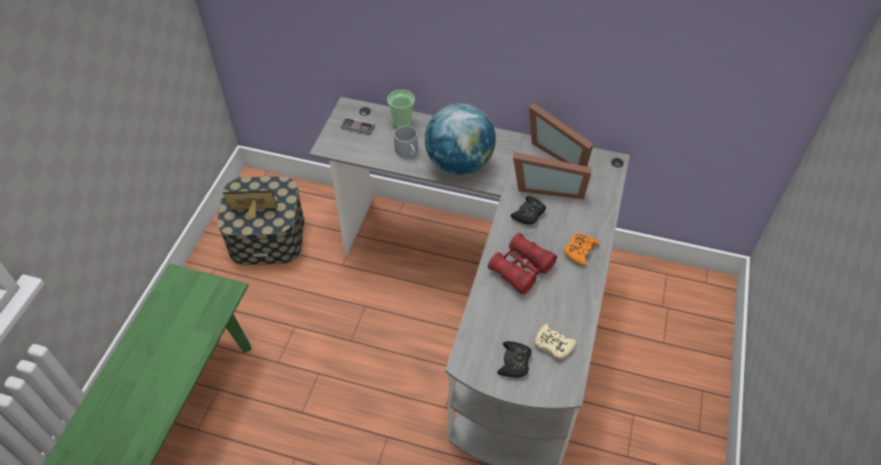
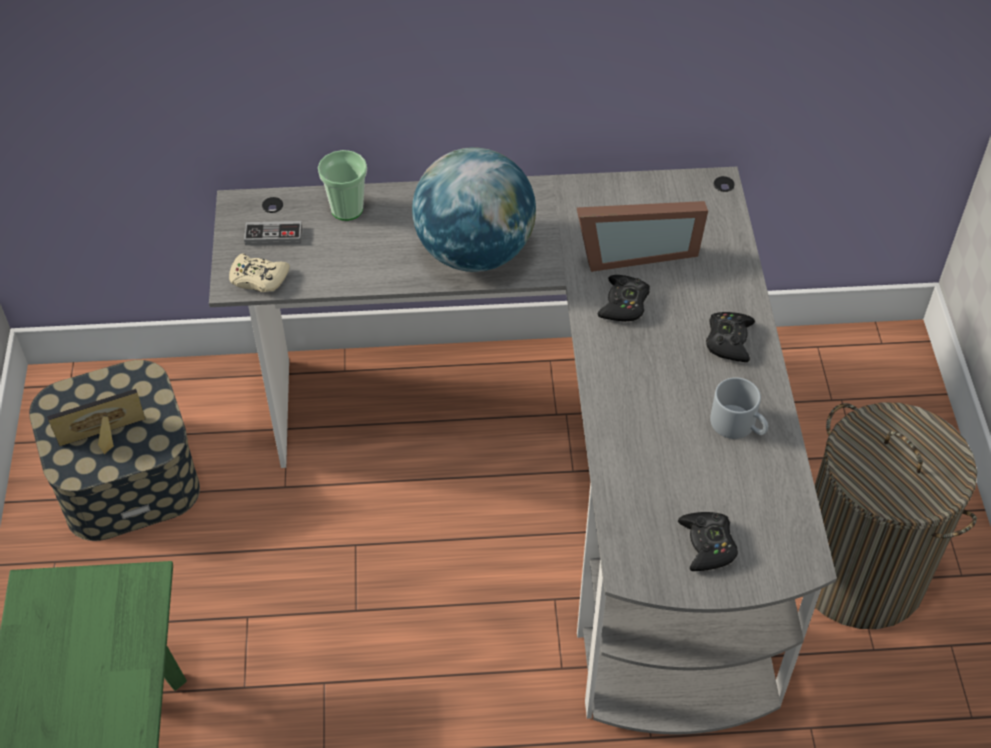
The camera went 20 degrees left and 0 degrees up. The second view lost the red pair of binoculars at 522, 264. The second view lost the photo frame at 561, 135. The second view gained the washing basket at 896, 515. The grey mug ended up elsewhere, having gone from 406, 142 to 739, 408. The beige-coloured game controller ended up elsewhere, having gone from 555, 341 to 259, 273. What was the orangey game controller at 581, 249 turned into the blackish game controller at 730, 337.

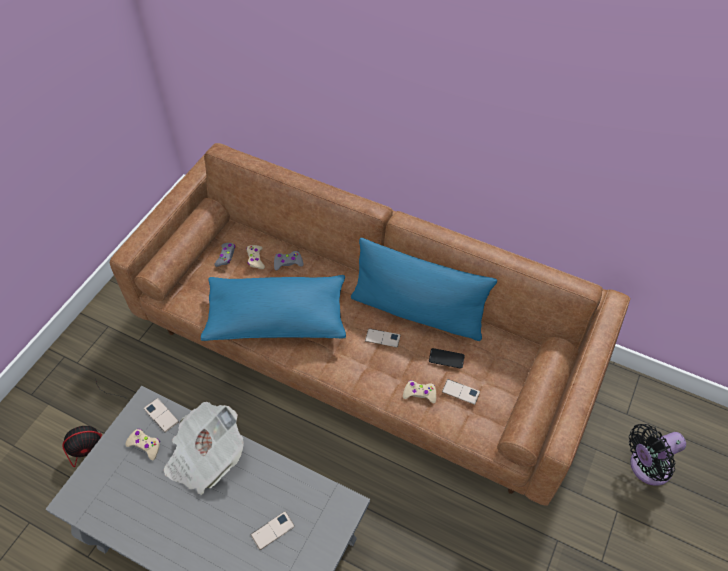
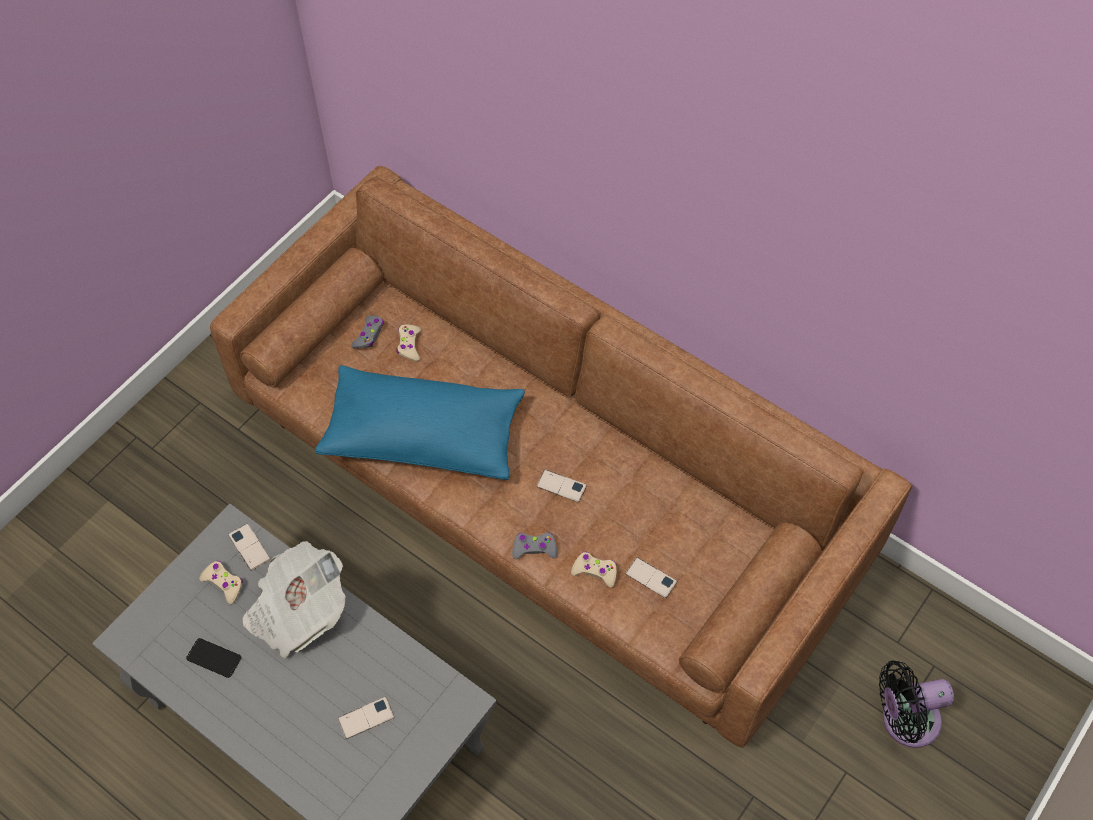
The camera went 10 degrees right and 5 degrees up. The second view lost the electric fan at 96, 422. The second view lost the blue throw pillow at 424, 289. The grey game controller ended up elsewhere, having gone from 288, 260 to 534, 546. The phone ended up elsewhere, having gone from 447, 358 to 213, 658.

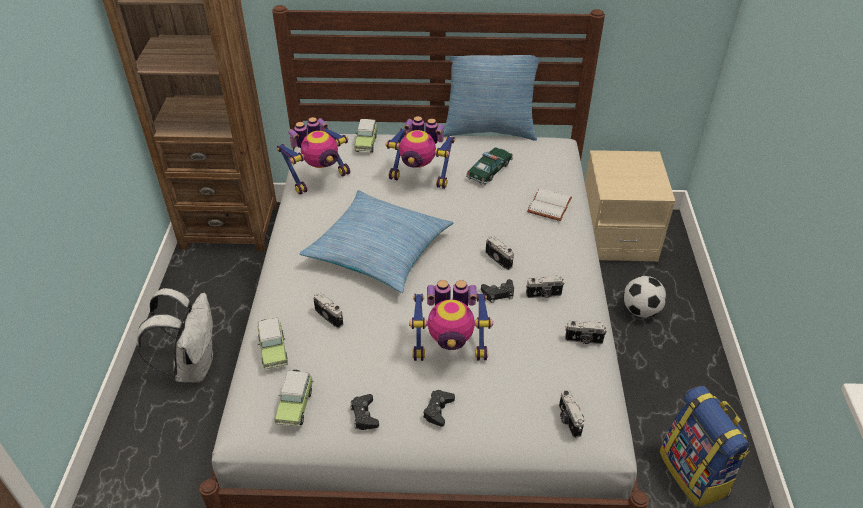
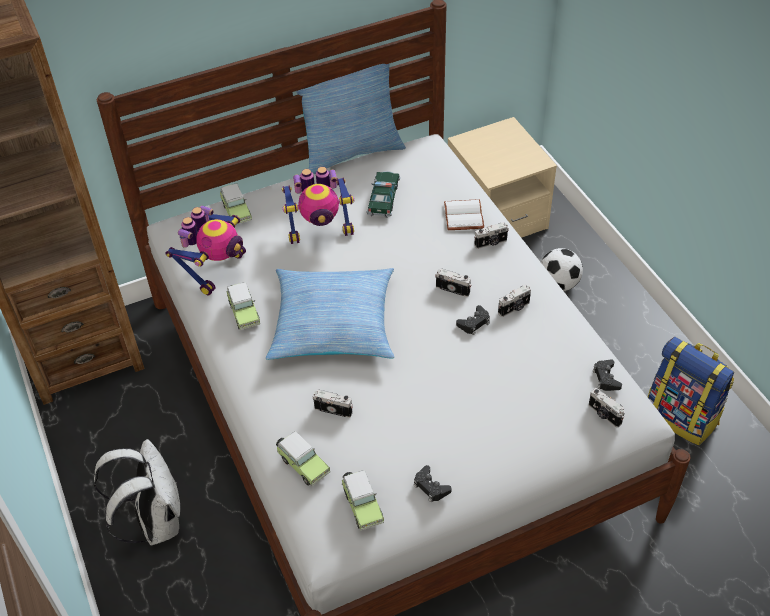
The camera went 25 degrees left and 5 degrees up. The second view lost the robot figure at 451, 320. The second view gained the toy car at 243, 306. The blackish game controller ended up elsewhere, having gone from 439, 408 to 607, 375. The still camera ended up elsewhere, having gone from 586, 332 to 491, 235.

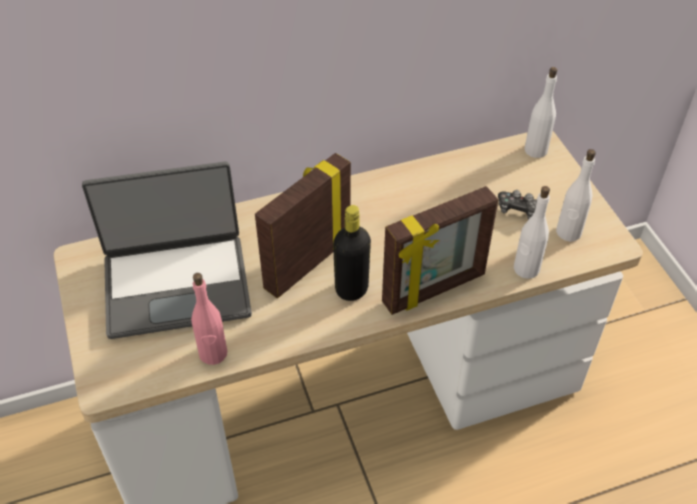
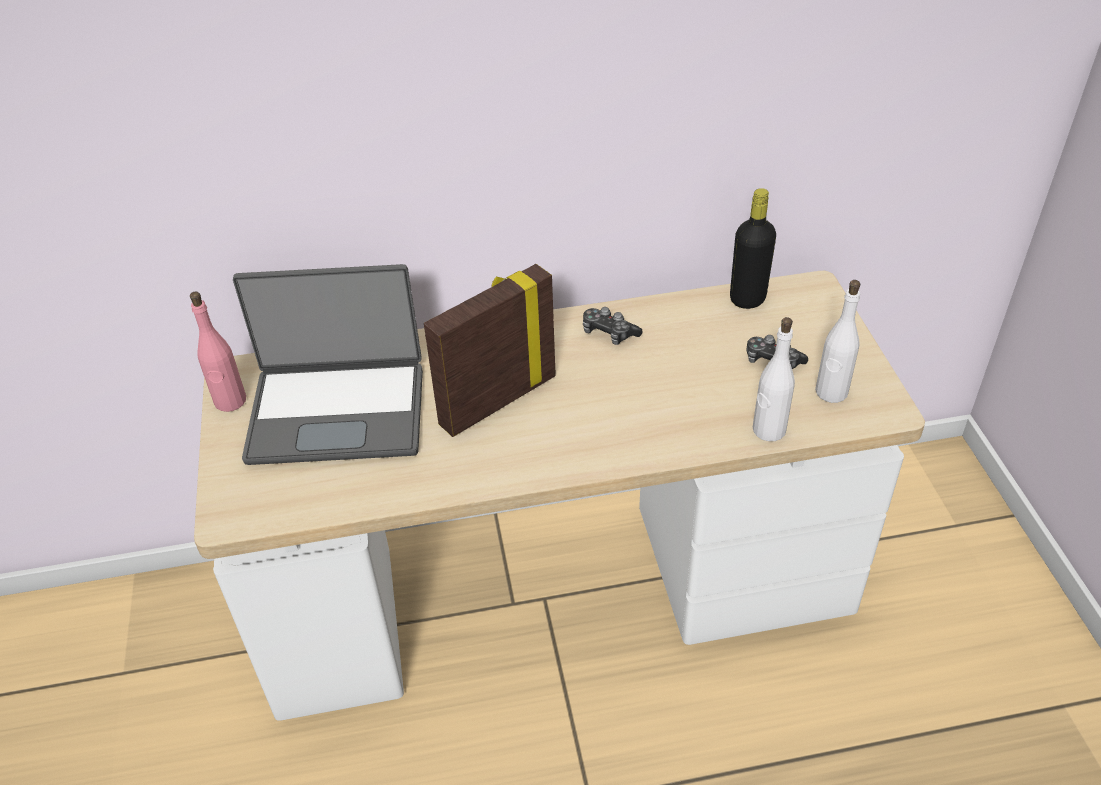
The camera went 10 degrees right and 5 degrees down. The second view lost the photo frame at 440, 250. The second view lost the whitish bottle at 540, 112. The second view gained the game controller at 613, 326. The pink-coloured bottle ended up elsewhere, having gone from 209, 319 to 218, 352. The blackish bottle ended up elsewhere, having gone from 352, 253 to 753, 248.

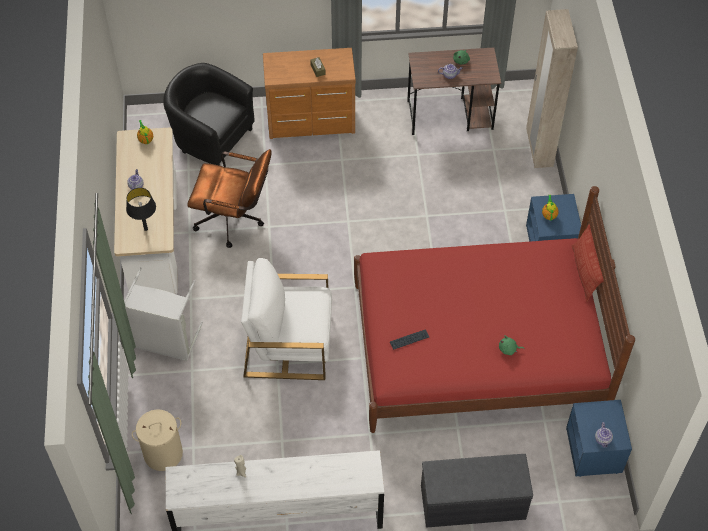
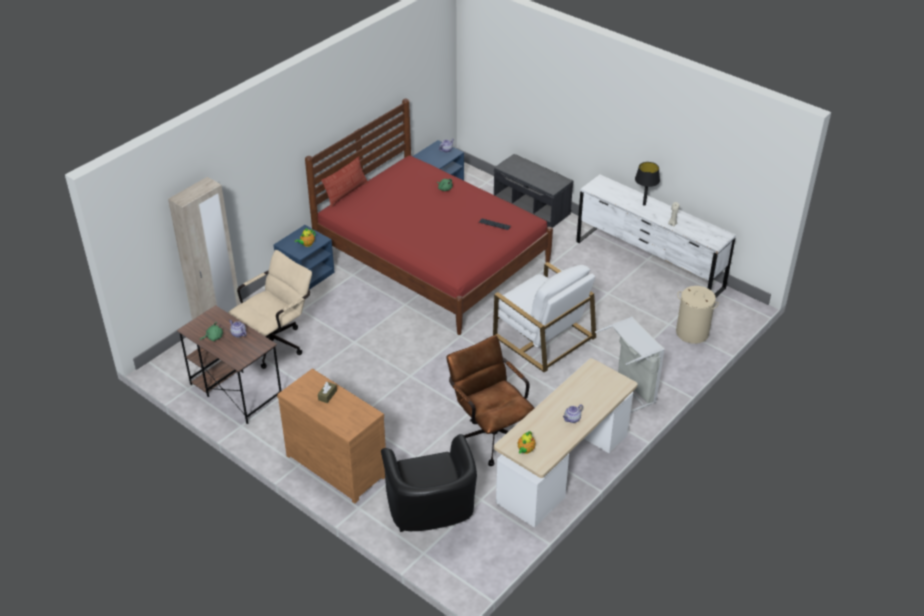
The camera went 135 degrees left and 15 degrees down. The second view gained the beige-coloured computer chair at 270, 309. The blackish lamp for a table ended up elsewhere, having gone from 141, 209 to 647, 184.

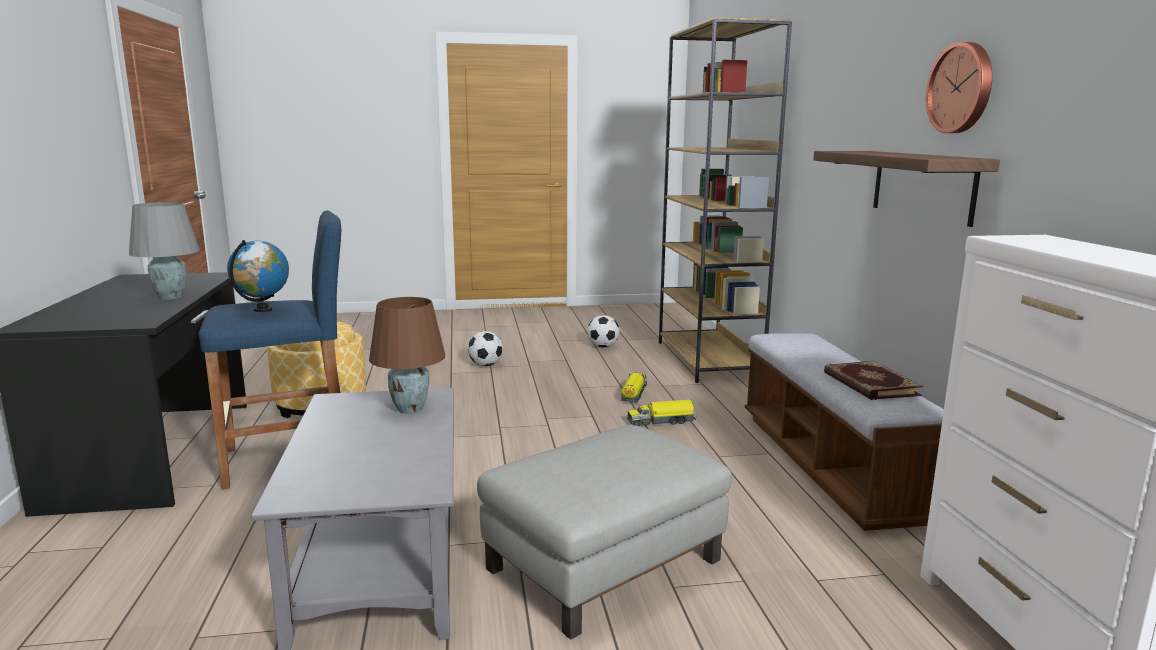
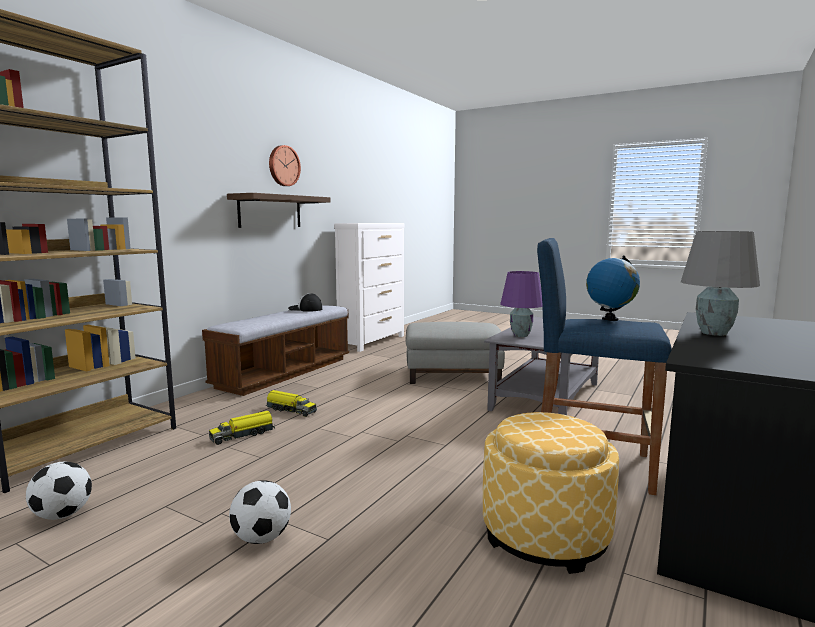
The camera went 140 degrees left and 5 degrees down. Where the bound book stood at 873, 380, the peaked cap came to stand at 305, 302. What was the brown lamp for a table at 407, 355 turned into the purplish lamp for a table at 521, 304.

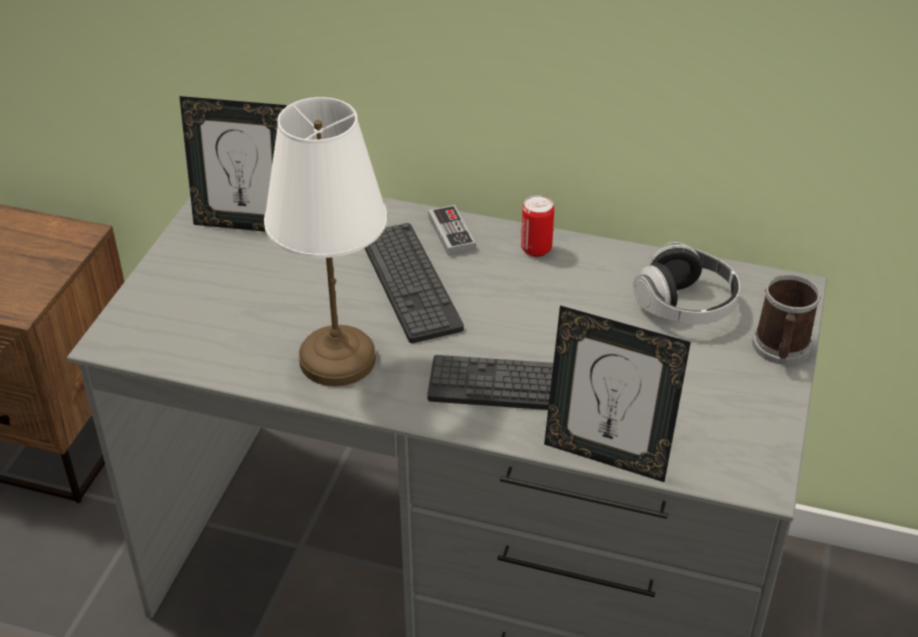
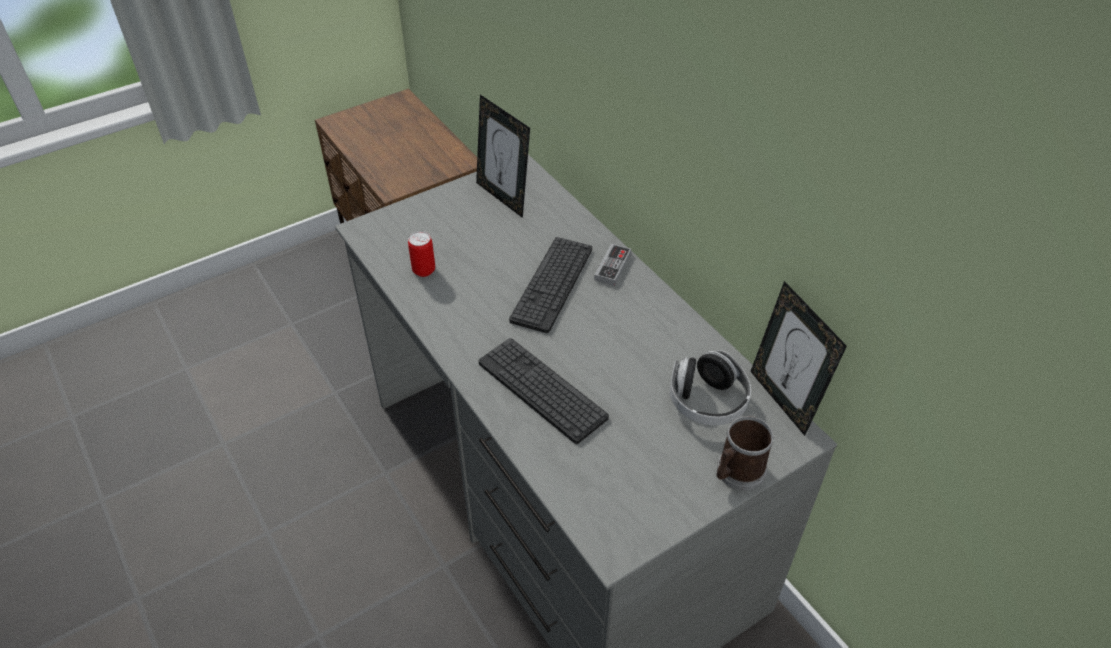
The camera went 40 degrees right and 5 degrees up. The second view lost the whitish lamp for a table at 325, 241. The sealed can ended up elsewhere, having gone from 537, 226 to 421, 254. The photo frame ended up elsewhere, having gone from 617, 394 to 798, 358.

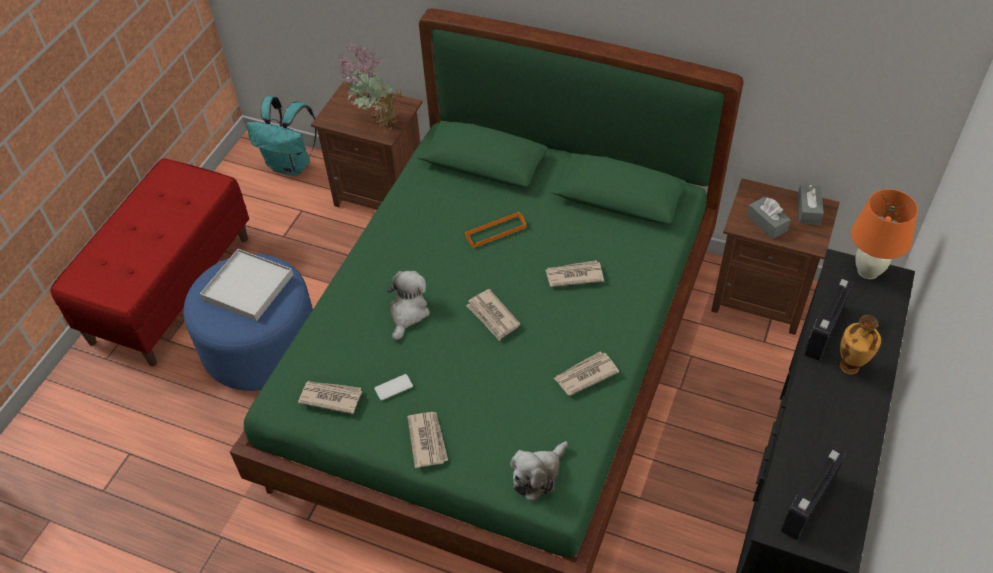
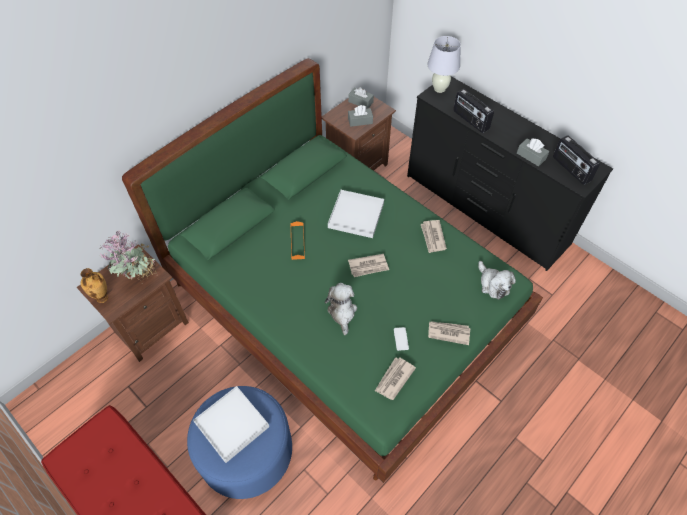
The camera went 70 degrees left and 5 degrees up. The second view lost the turquoise-coloured rucksack at 282, 136. The second view gained the grey tissue box at 533, 152. The decorative vase ended up elsewhere, having gone from 860, 345 to 94, 285. Where the daily paper stood at 575, 273, the whitish serving tray came to stand at 356, 214. What was the orangey lamp for a table at 884, 234 turned into the whitish lamp for a table at 444, 64. The soft toy at 408, 305 ended up facing another way, 45 degrees clockwise from before.

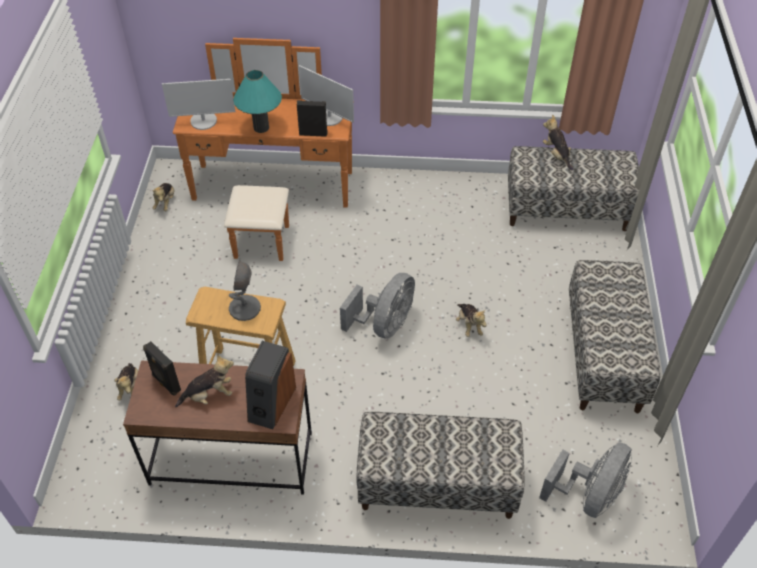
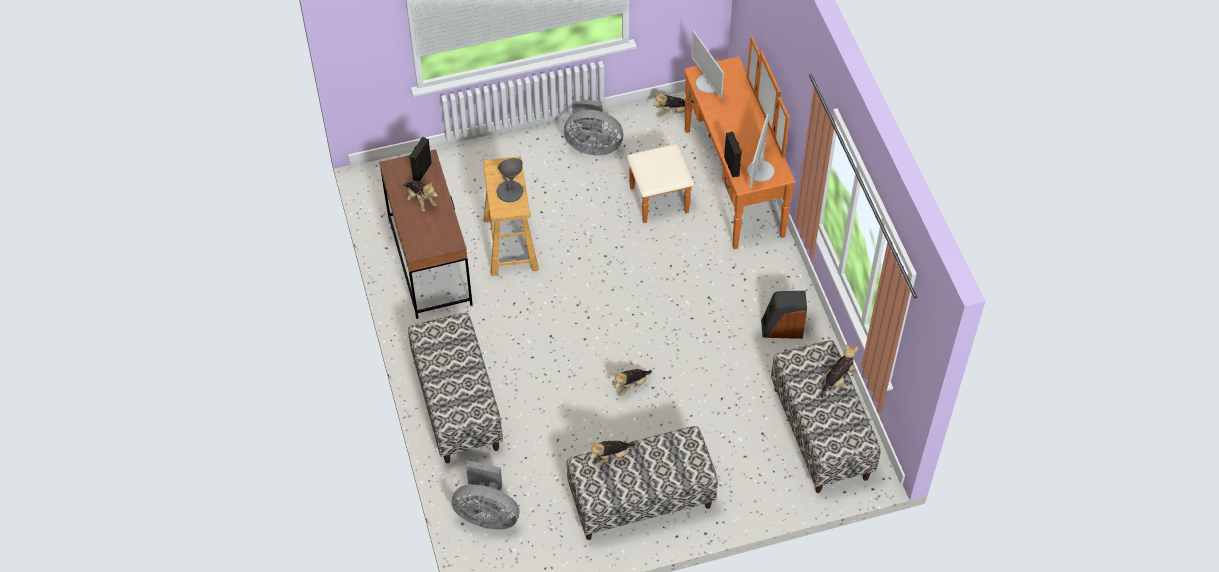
The camera went 70 degrees right and 5 degrees up. The second view lost the turquoise-coloured lamp for a table at 257, 101. The soft toy ended up elsewhere, having gone from 126, 382 to 613, 453. The audio speaker ended up elsewhere, having gone from 270, 385 to 784, 315. The grey electric fan ended up elsewhere, having gone from 377, 306 to 593, 127.

